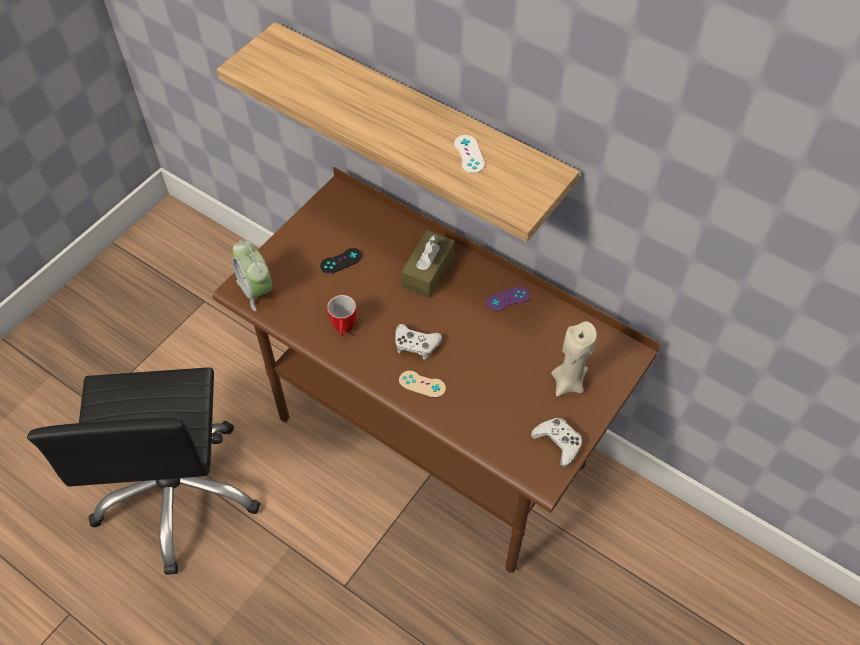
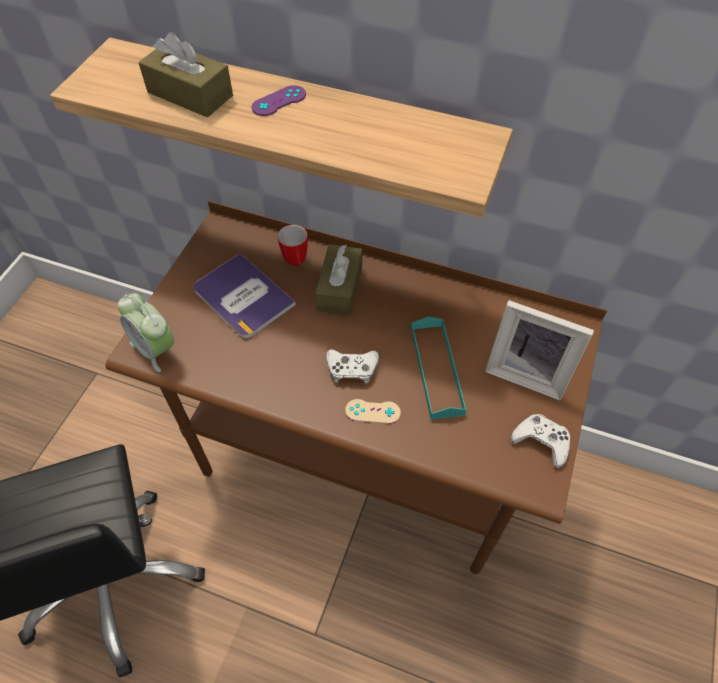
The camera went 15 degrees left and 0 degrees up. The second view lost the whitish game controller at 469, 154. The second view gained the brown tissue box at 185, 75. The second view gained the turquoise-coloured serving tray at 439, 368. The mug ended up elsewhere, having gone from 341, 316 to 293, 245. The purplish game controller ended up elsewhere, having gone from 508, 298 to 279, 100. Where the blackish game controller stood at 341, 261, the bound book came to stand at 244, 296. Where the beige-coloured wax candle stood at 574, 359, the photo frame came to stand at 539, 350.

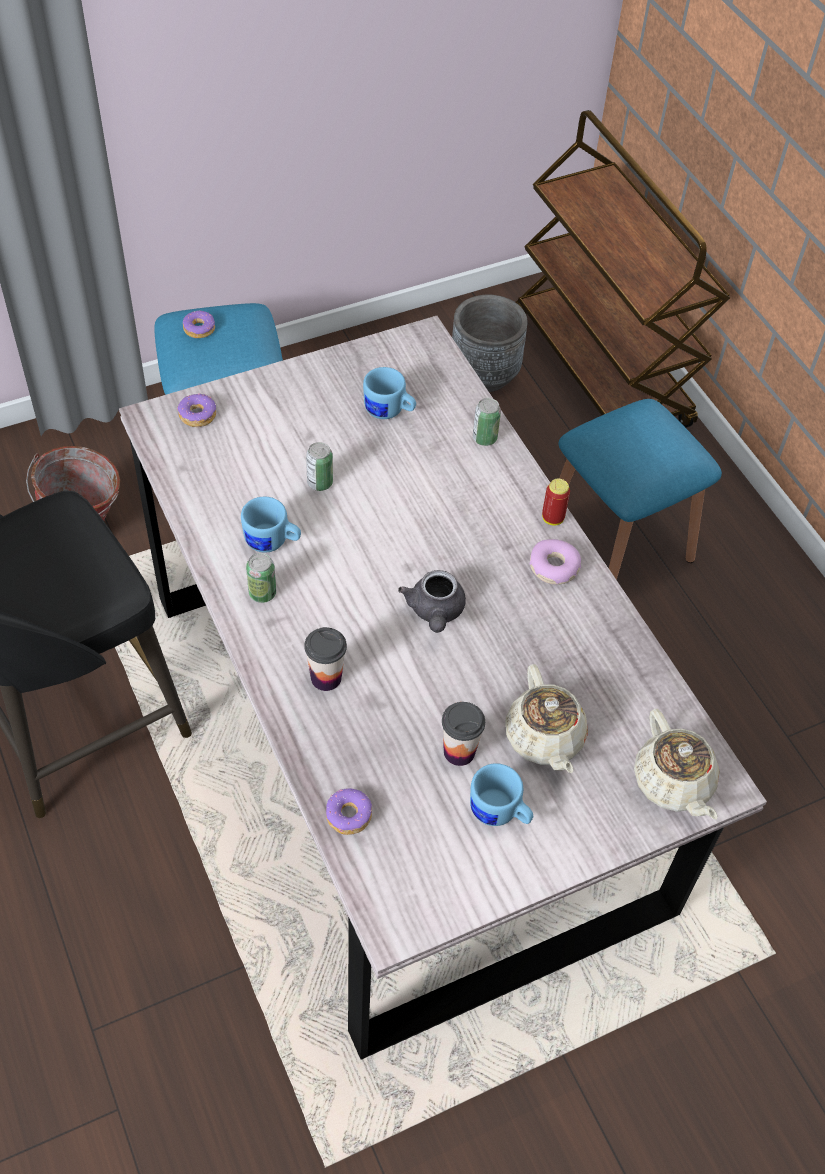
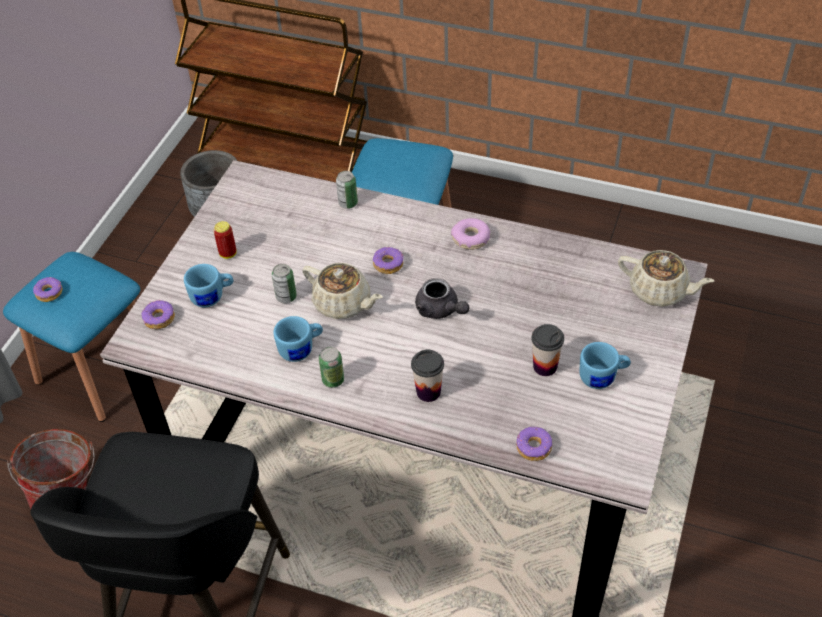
The camera went 40 degrees left and 5 degrees down. The second view gained the ring doughnut at 388, 260. The blue mug ended up elsewhere, having gone from 389, 393 to 208, 285. The beige-coloured tea pot ended up elsewhere, having gone from 546, 718 to 342, 291. The sealed can ended up elsewhere, having gone from 556, 502 to 225, 240.

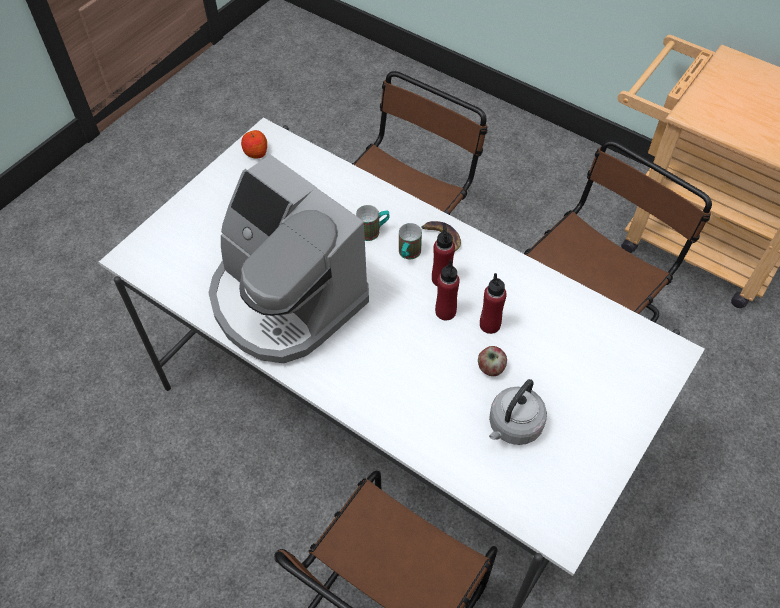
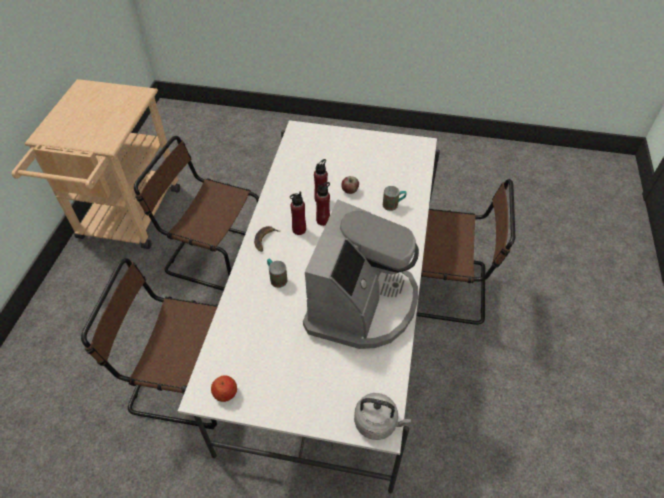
The camera went 115 degrees left and 5 degrees down. The mug ended up elsewhere, having gone from 410, 241 to 395, 198. The grey kettle ended up elsewhere, having gone from 518, 412 to 382, 416.

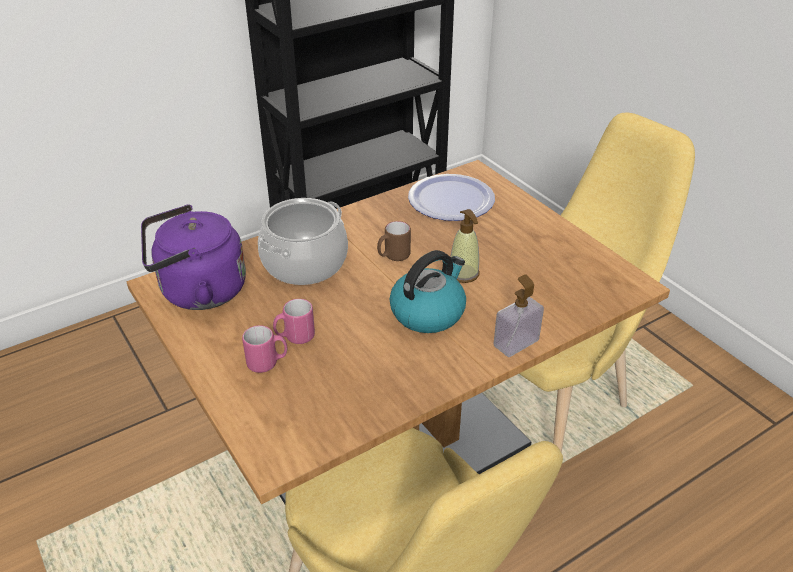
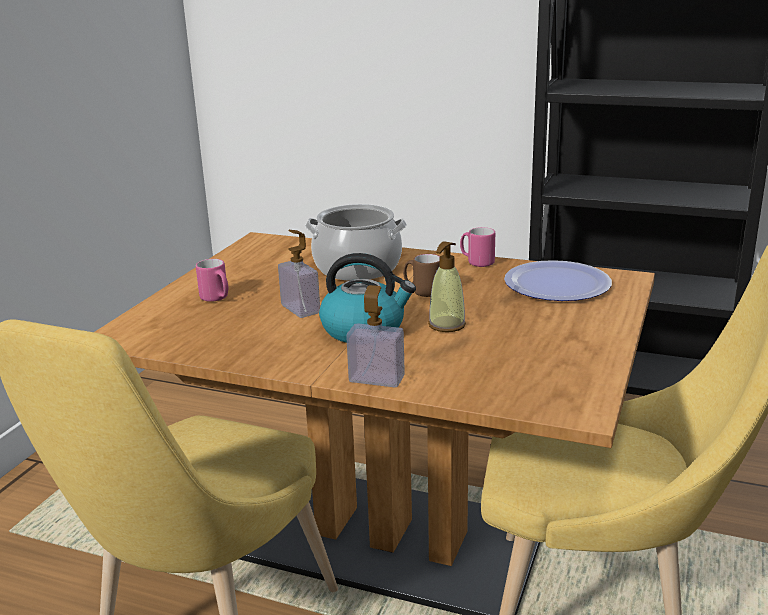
The camera went 55 degrees right and 15 degrees down. The second view lost the purplish kettle at 193, 257. The second view gained the liquid soap bottle at 299, 274. The pink-coloured mug ended up elsewhere, having gone from 294, 321 to 477, 247.

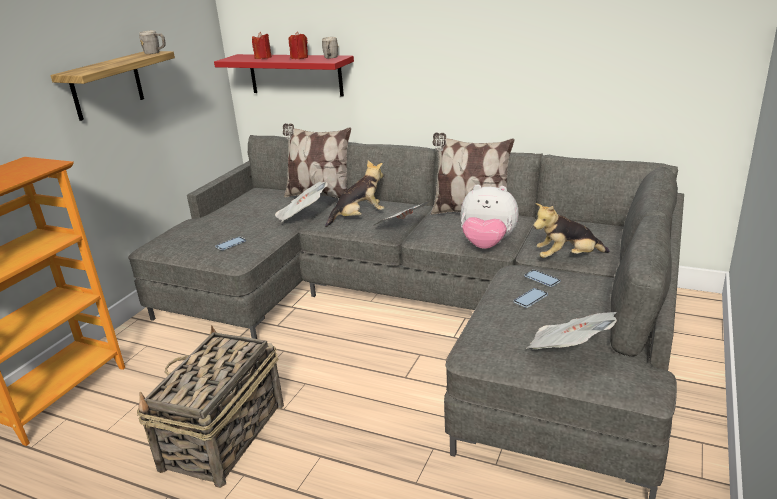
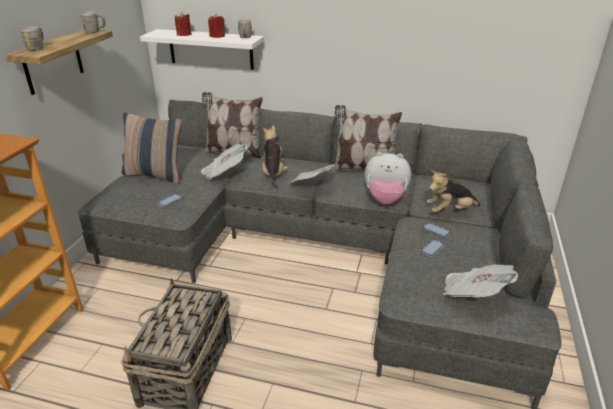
The camera went 10 degrees left and 5 degrees up. The second view gained the grey mug at 32, 38. The second view gained the throw pillow at 151, 148. What was the red wall shelf at 284, 75 turned into the whitish wall shelf at 202, 49. The soft toy at 354, 193 ended up facing another way, 60 degrees counterclockwise from before.

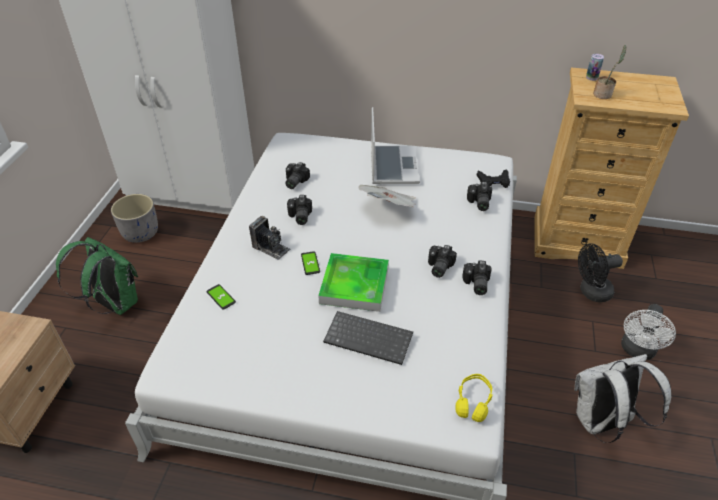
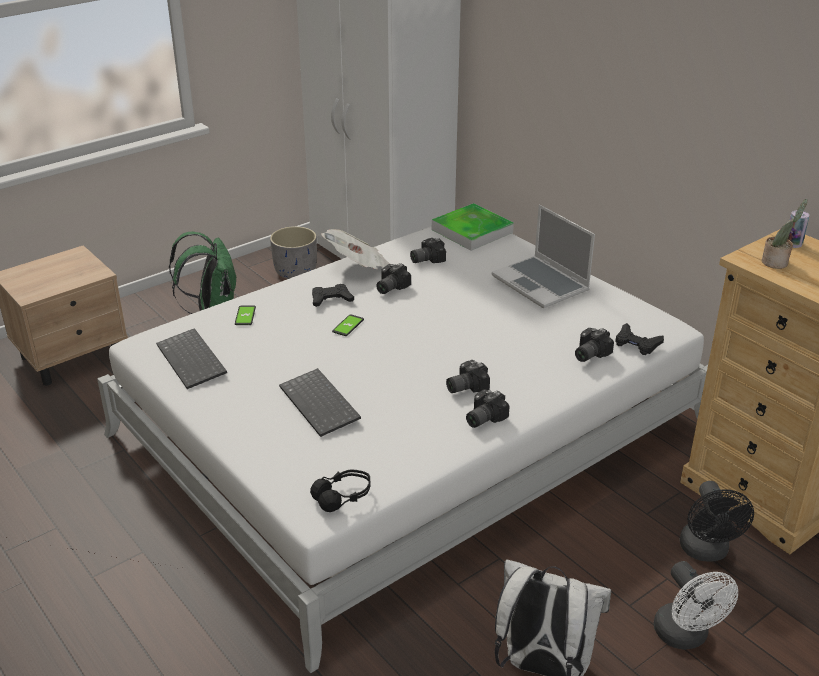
The camera went 40 degrees right and 10 degrees down. The second view gained the keyboard at 191, 358. The serving tray ended up elsewhere, having gone from 353, 282 to 473, 227. The daily paper ended up elsewhere, having gone from 387, 196 to 355, 249. Where the still camera stood at 269, 238, the blackish game controller came to stand at 333, 295. What was the yellow-coloured headphones at 474, 398 turned into the blackish headphones at 340, 490. The notebook computer at 395, 145 ended up facing another way, 105 degrees clockwise from before. The blackish electric fan at 600, 272 ended up facing another way, 120 degrees counterclockwise from before. The whitish electric fan at 648, 332 ended up facing another way, 90 degrees counterclockwise from before.

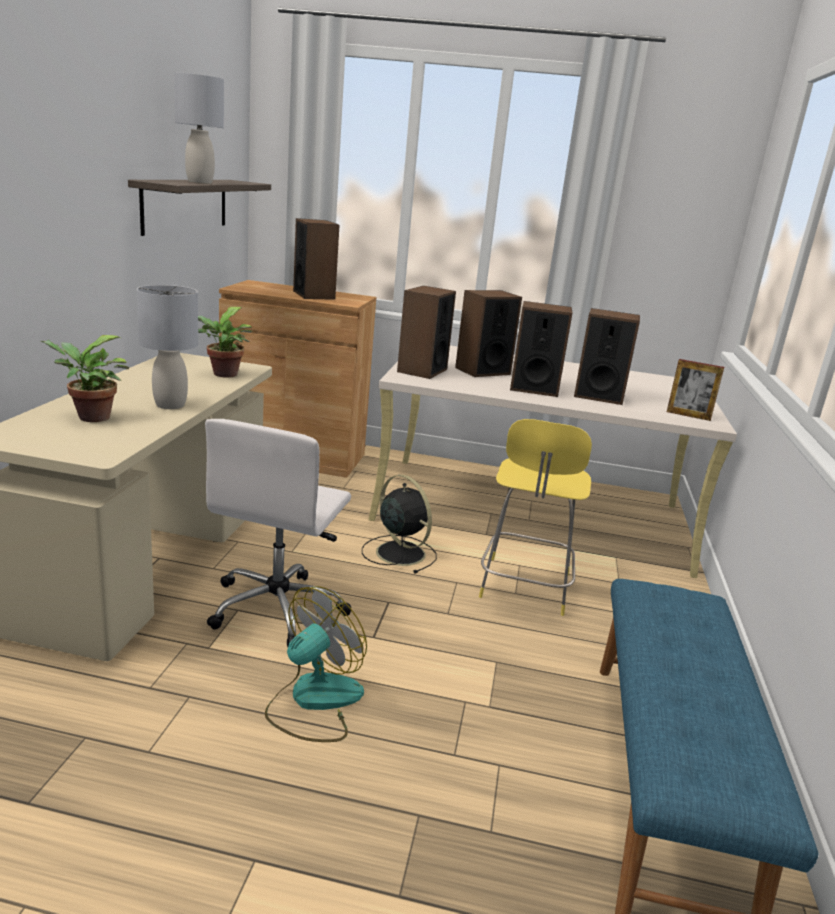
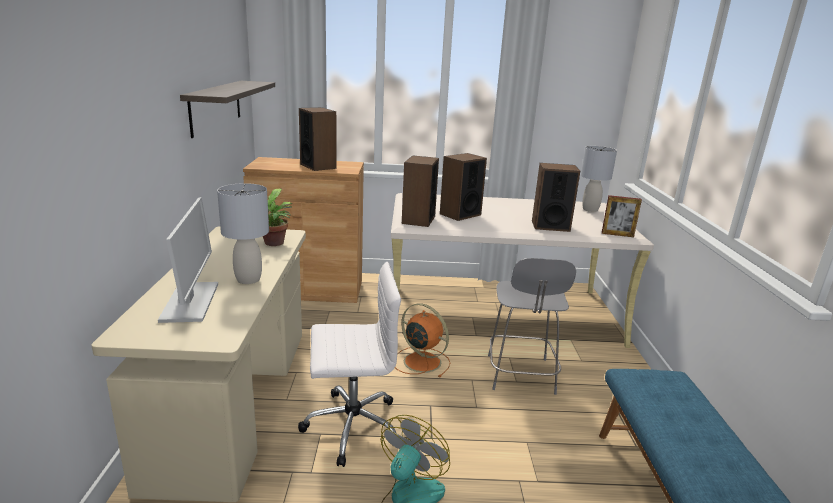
The camera went 10 degrees left and 0 degrees up. The second view lost the audio speaker at 541, 349. The grey lamp for a table ended up elsewhere, having gone from 199, 128 to 599, 179. Where the plant in a pot stood at 85, 378, the monitor came to stand at 188, 260. What was the blackish electric fan at 399, 524 turned into the orangey electric fan at 422, 340. What was the yellow-coloured sitting stool at 535, 517 turned into the grey sitting stool at 532, 326. The whitish computer chair at 278, 533 ended up facing another way, 105 degrees counterclockwise from before.

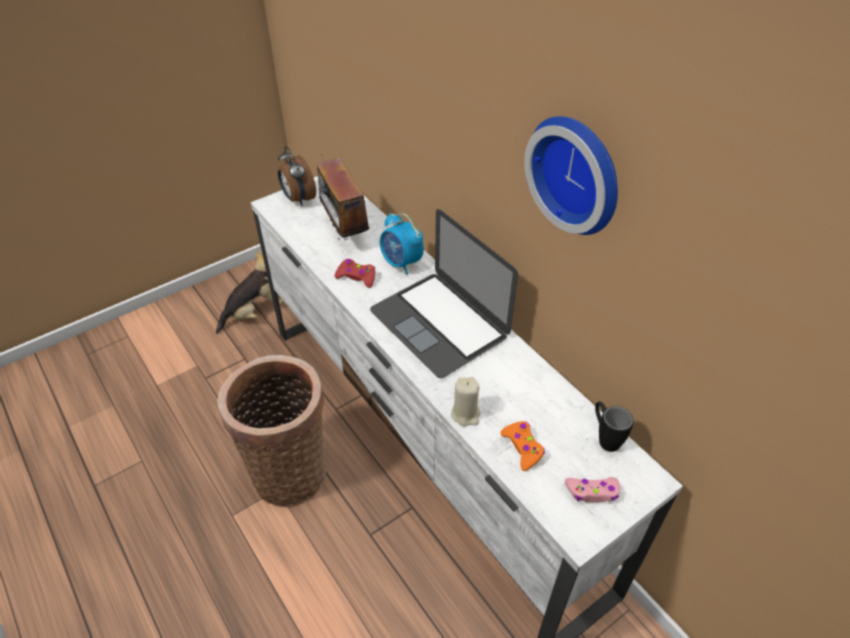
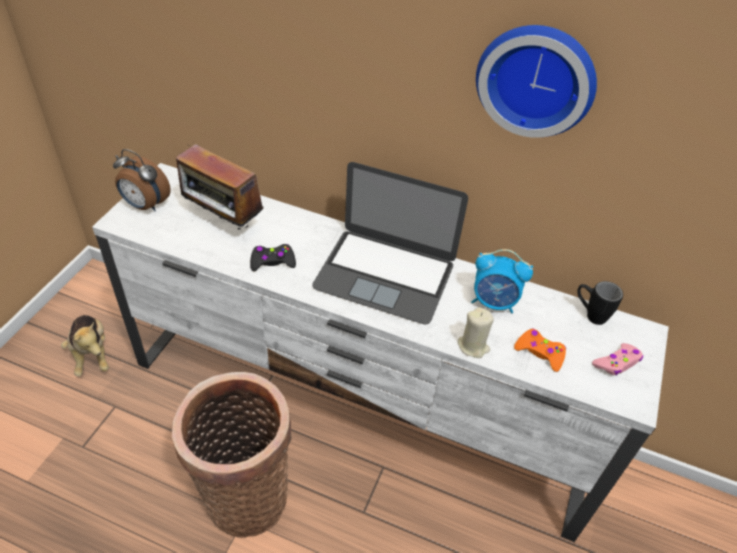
The camera went 35 degrees left and 0 degrees up. The bedside clock ended up elsewhere, having gone from 402, 244 to 502, 281. What was the red game controller at 355, 273 turned into the blackish game controller at 273, 257. The soft toy at 249, 292 ended up facing another way, 135 degrees clockwise from before.

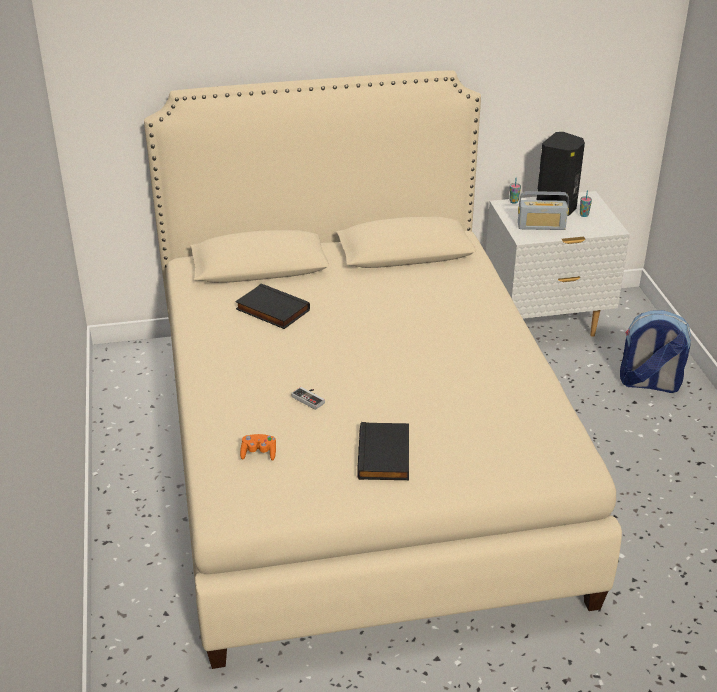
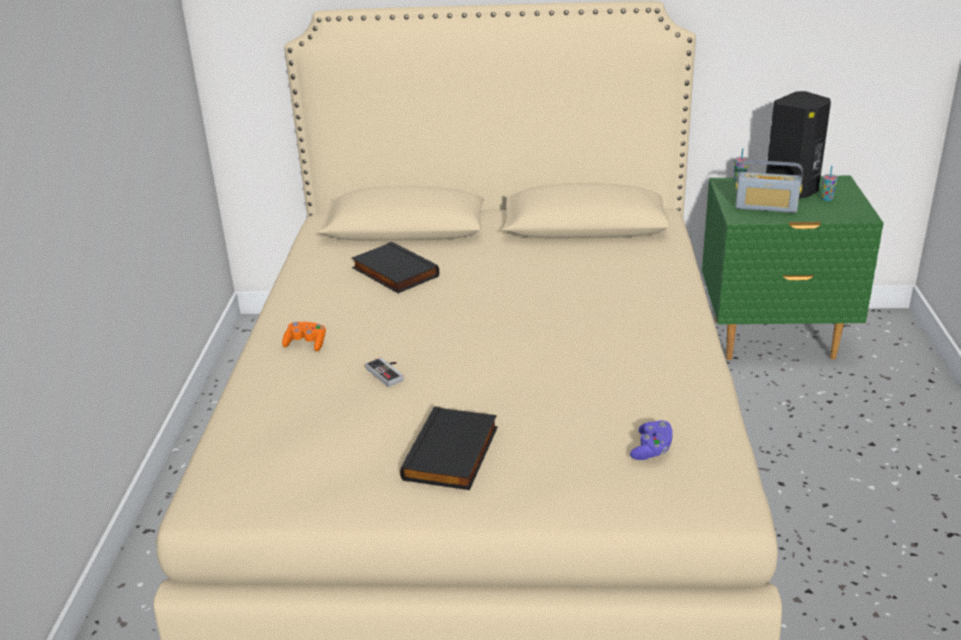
The camera went 15 degrees right and 5 degrees down. The second view lost the rucksack at 655, 351. The second view gained the purplish game controller at 651, 440. The orangey game controller ended up elsewhere, having gone from 258, 447 to 304, 337. What was the whitish night table at 558, 264 turned into the green-coloured night table at 793, 267.

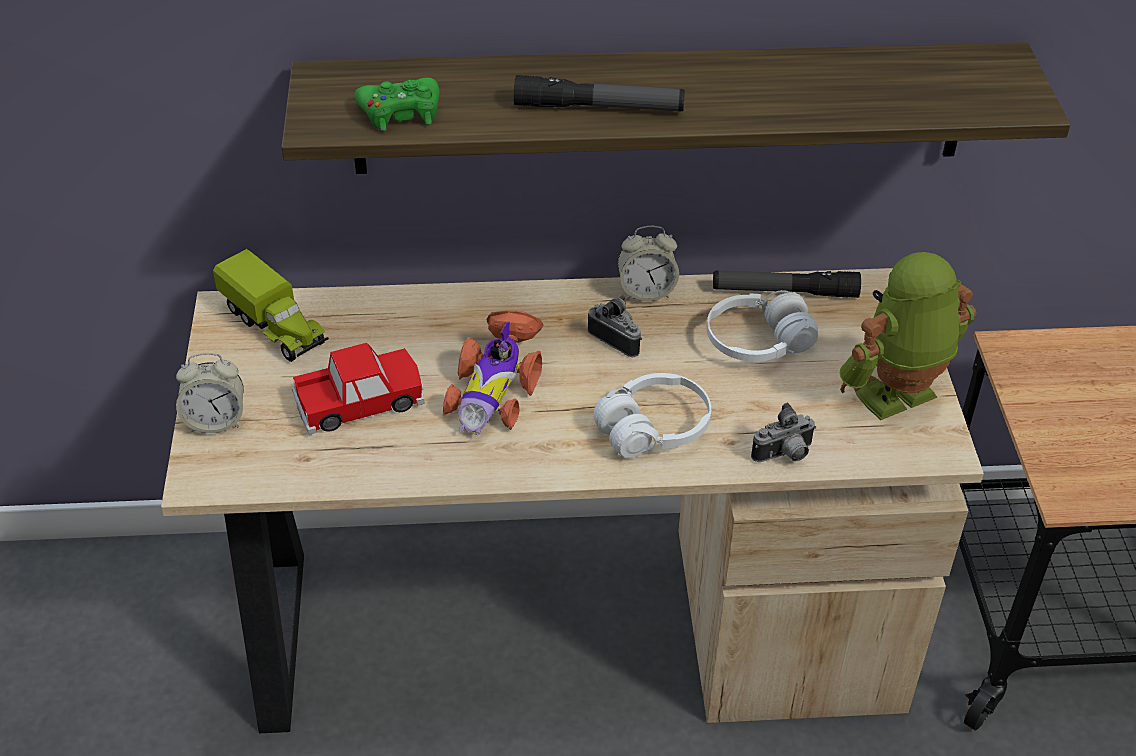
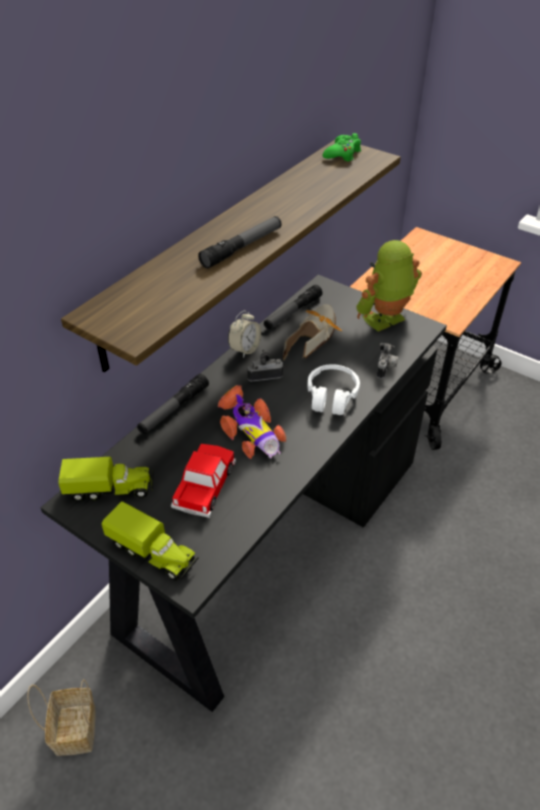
The camera went 50 degrees left and 0 degrees up. The second view gained the household basket at 61, 717. The second view gained the hand torch at 173, 404. The green-coloured game controller ended up elsewhere, having gone from 397, 104 to 342, 147. Where the bedside clock stood at 210, 393, the model truck came to stand at 150, 541. Where the whitish headphones stood at 762, 326, the shoe came to stand at 312, 333. What was the beige-coloured desk at 572, 500 turned into the blackish desk at 243, 493. The robot figure at 908, 336 ended up facing another way, 45 degrees clockwise from before.

